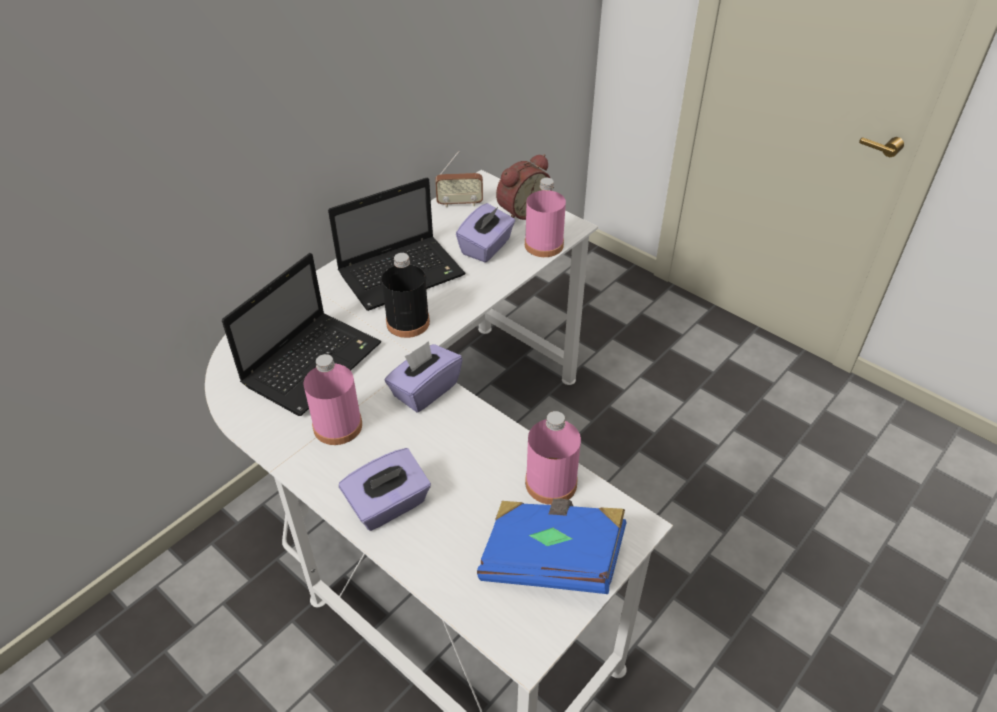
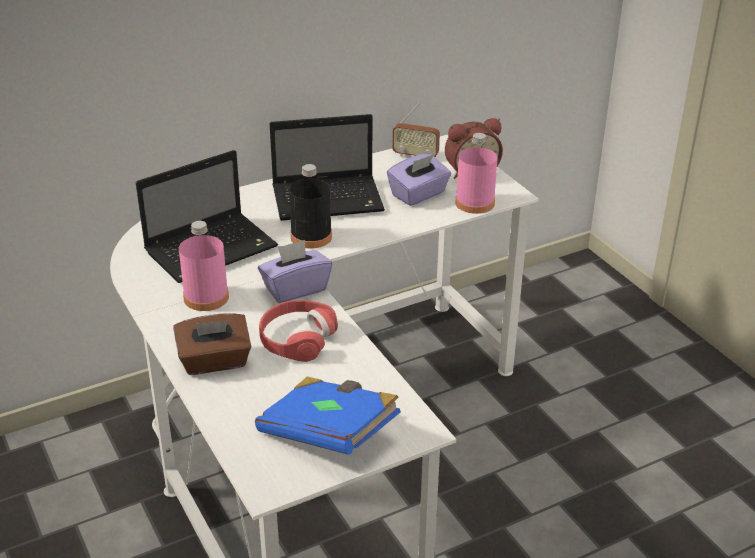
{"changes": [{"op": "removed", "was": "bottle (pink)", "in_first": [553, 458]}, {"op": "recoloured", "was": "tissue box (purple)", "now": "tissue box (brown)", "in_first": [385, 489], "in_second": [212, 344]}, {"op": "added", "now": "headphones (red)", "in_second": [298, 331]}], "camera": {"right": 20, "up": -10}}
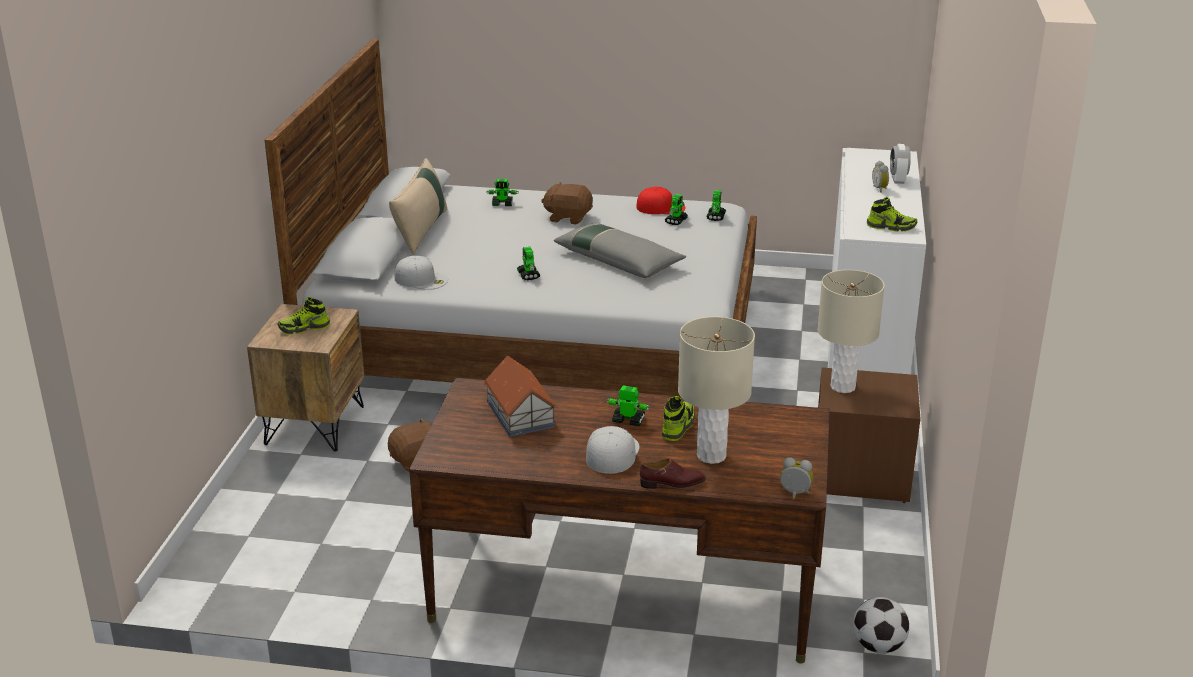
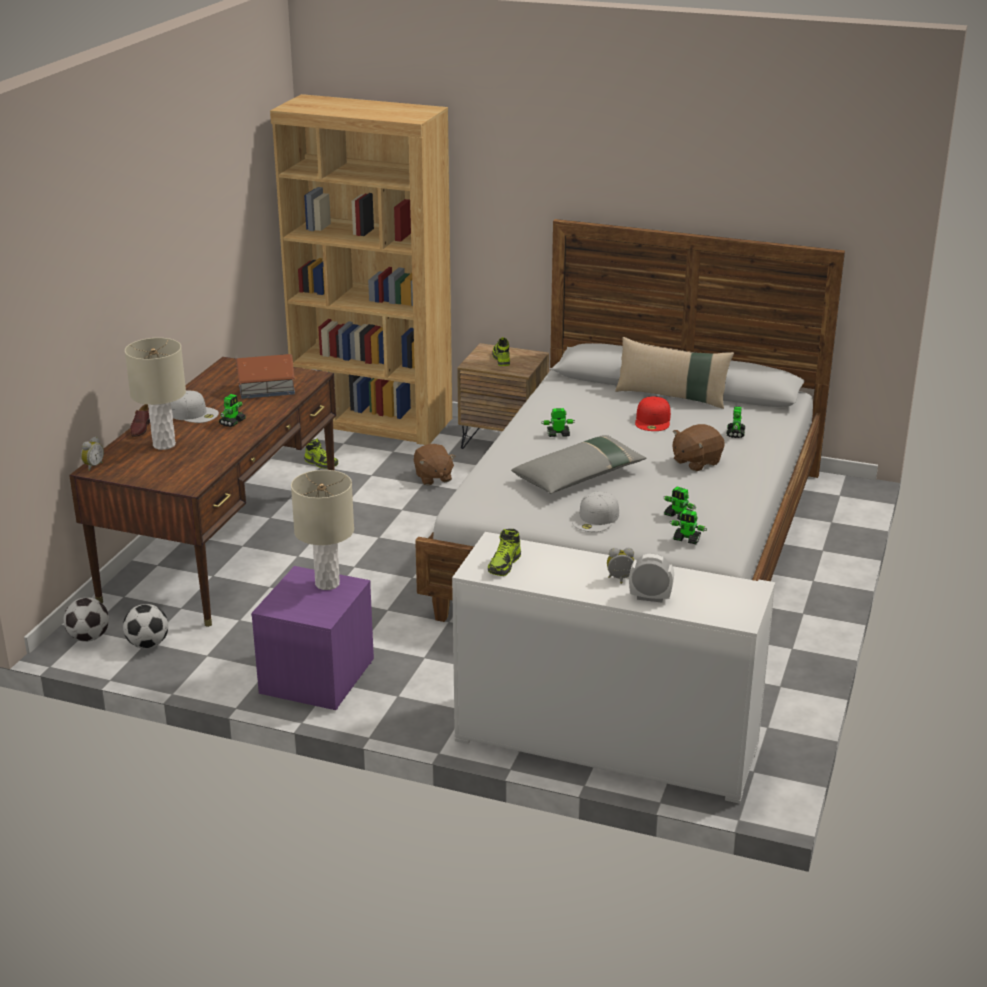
{"changes": [{"op": "turned", "was": "plush toy (brown)", "in_first": [567, 203], "in_second": [699, 447], "clockwise": -150}, {"op": "moved", "was": "cap (red)", "in_first": [661, 200], "in_second": [653, 413]}, {"op": "moved", "was": "cap (white)", "in_first": [421, 273], "in_second": [595, 511]}, {"op": "recoloured", "was": "nightstand (brown)", "now": "nightstand (purple)", "in_first": [869, 435], "in_second": [312, 638]}, {"op": "moved", "was": "shoe", "in_first": [678, 418], "in_second": [321, 453]}, {"op": "added", "now": "bookcase (brown)", "in_second": [361, 269]}, {"op": "added", "now": "football", "in_second": [145, 626]}], "camera": {"right": 100, "up": 0}}
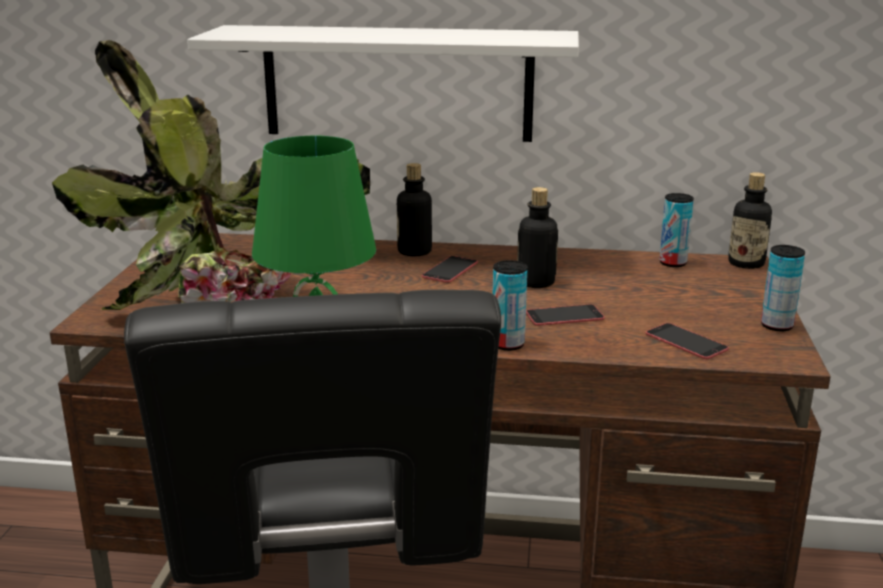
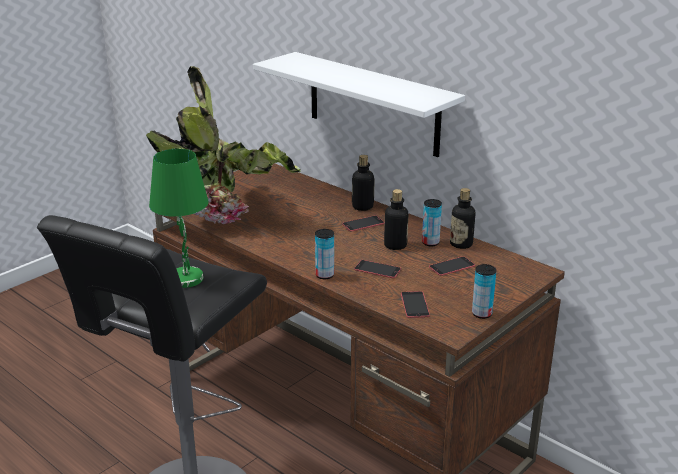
{"changes": [{"op": "moved", "was": "bottle", "in_first": [750, 220], "in_second": [462, 218]}, {"op": "moved", "was": "can", "in_first": [676, 230], "in_second": [432, 222]}, {"op": "added", "now": "phone", "in_second": [452, 266]}], "camera": {"right": 35, "up": 5}}
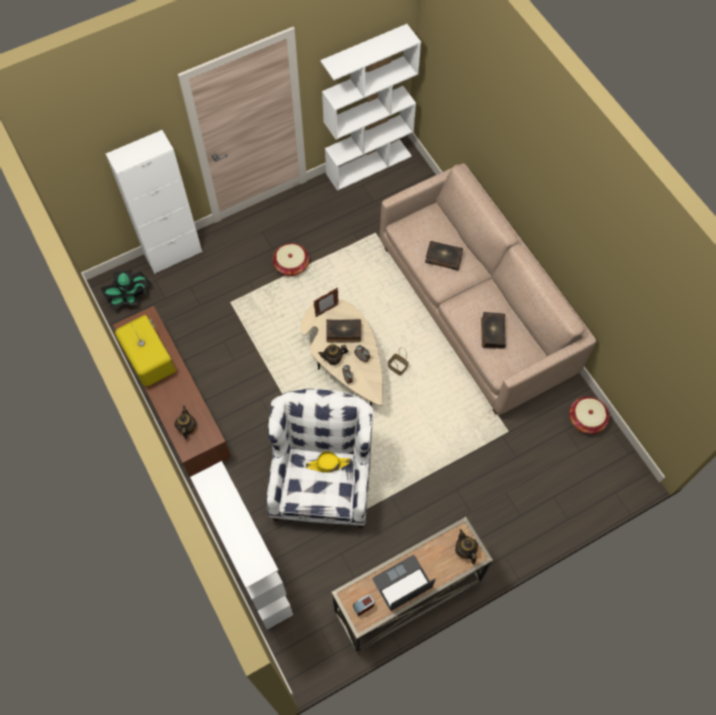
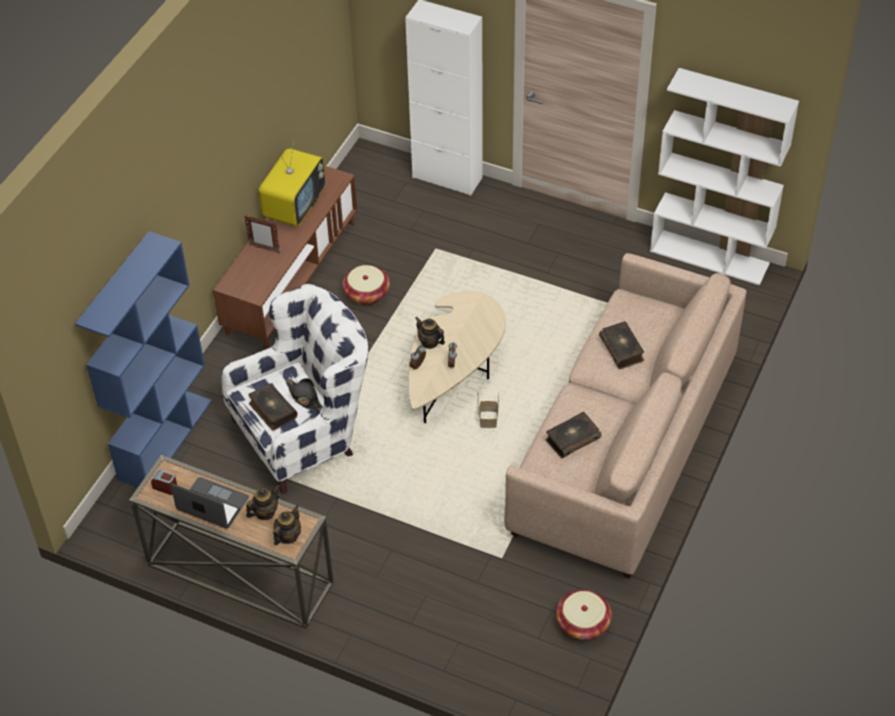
{"changes": [{"op": "moved", "was": "basket", "in_first": [291, 259], "in_second": [366, 285]}, {"op": "removed", "was": "potted plant", "in_first": [126, 290]}, {"op": "moved", "was": "picture frame", "in_first": [326, 302], "in_second": [262, 234]}, {"op": "moved", "was": "book", "in_first": [343, 331], "in_second": [273, 407]}, {"op": "moved", "was": "teapot", "in_first": [185, 422], "in_second": [263, 502]}, {"op": "recoloured", "was": "hat (yellow)", "now": "hat (black)", "in_first": [328, 462], "in_second": [304, 394]}, {"op": "recoloured", "was": "bookcase (white)", "now": "bookcase (blue)", "in_first": [241, 545], "in_second": [143, 359]}], "camera": {"right": 55, "up": -15}}
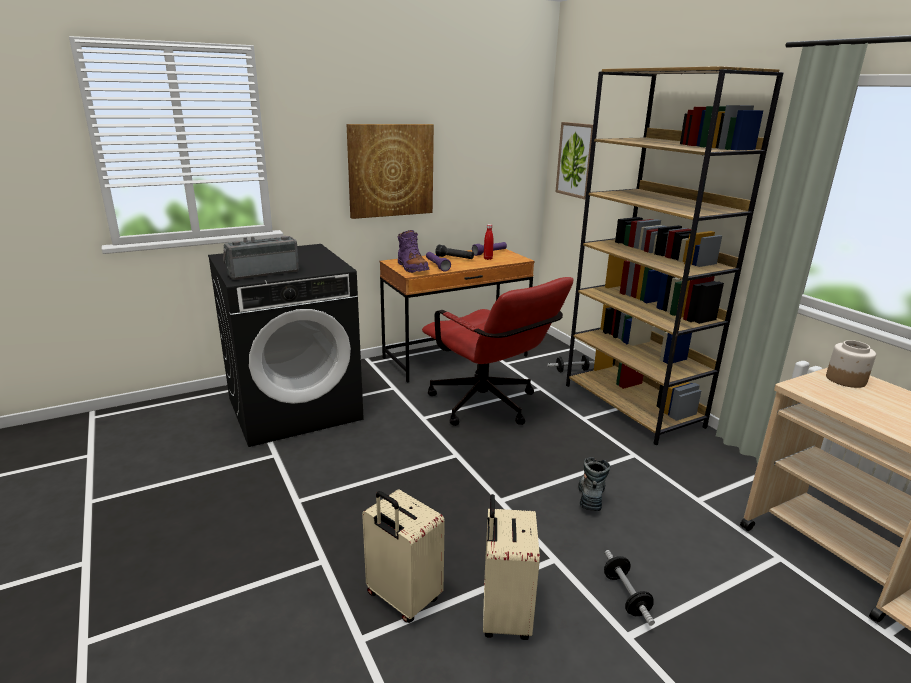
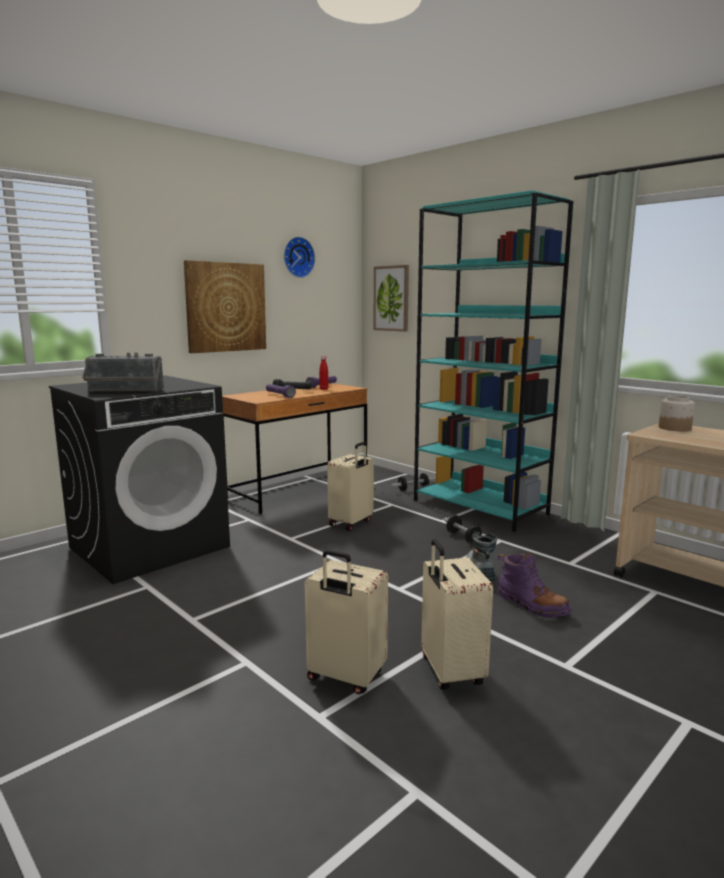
{"changes": [{"op": "recoloured", "was": "bookcase (brown)", "now": "bookcase (turquoise)", "in_first": [675, 255], "in_second": [493, 361]}, {"op": "moved", "was": "boot (purple)", "in_first": [413, 251], "in_second": [534, 585]}, {"op": "turned", "was": "radio", "in_first": [261, 258], "in_second": [123, 372], "clockwise": -135}, {"op": "replaced", "was": "office chair (red)", "now": "suitcase (beige)", "in_first": [497, 351], "in_second": [350, 486]}, {"op": "moved", "was": "dumbbell", "in_first": [629, 588], "in_second": [463, 529]}, {"op": "added", "now": "wall clock", "in_second": [299, 257]}], "camera": {"right": -15, "up": -10}}
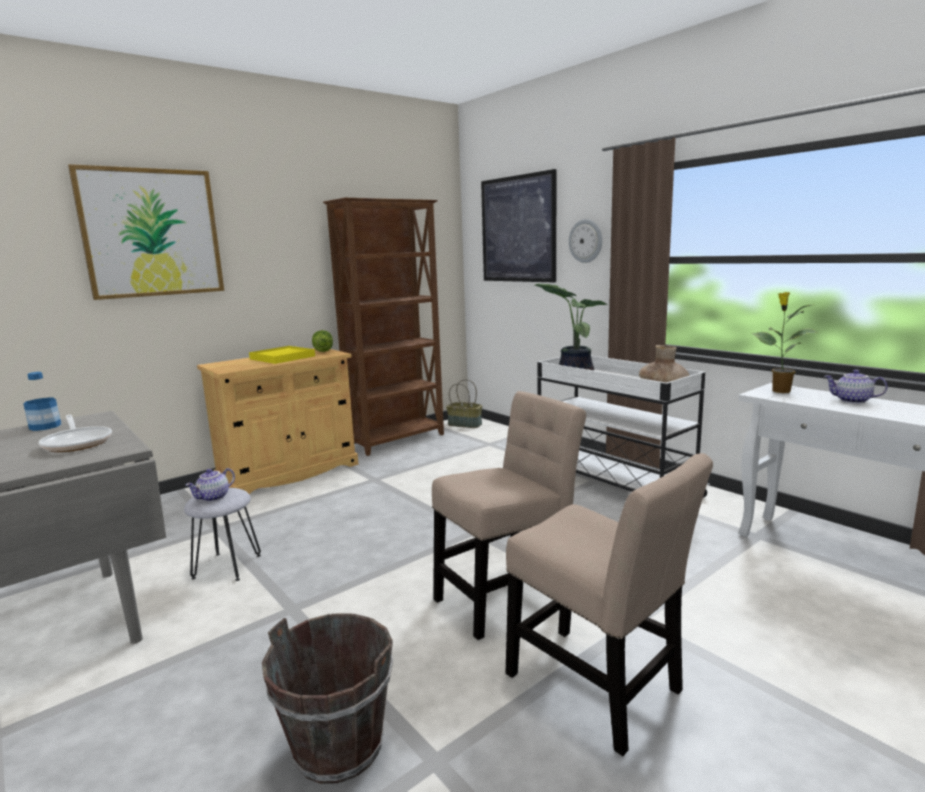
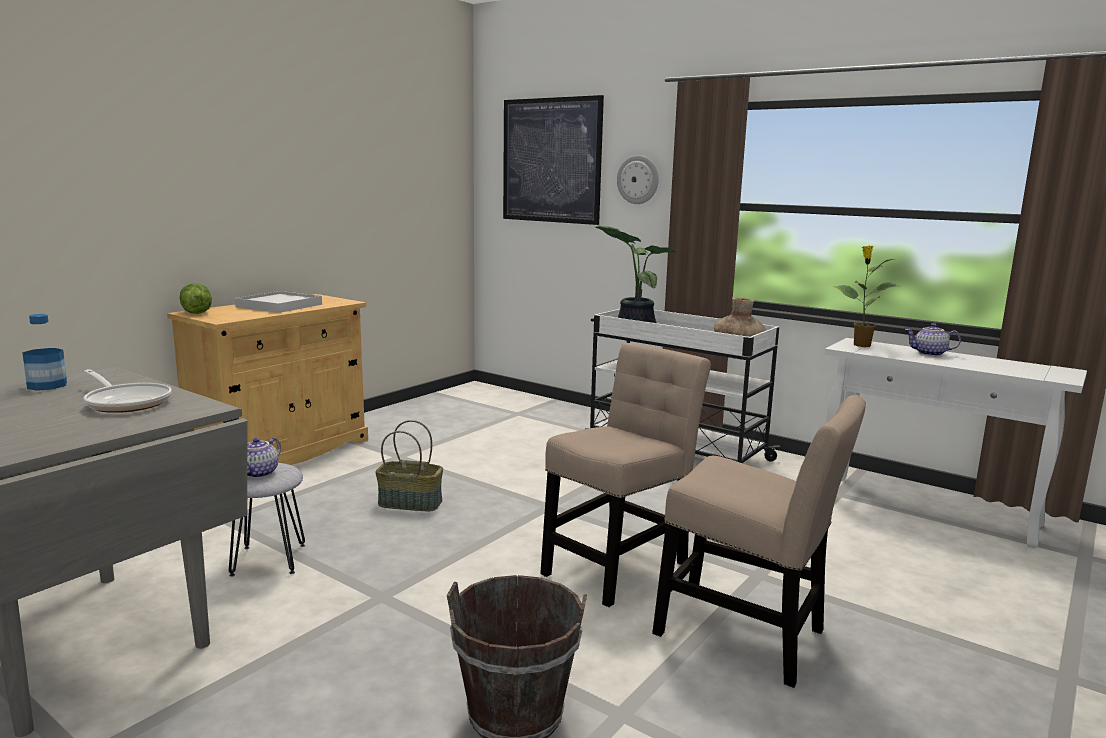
{"changes": [{"op": "removed", "was": "picture", "in_first": [146, 232]}, {"op": "removed", "was": "bookcase (brown)", "in_first": [383, 327]}, {"op": "moved", "was": "lettuce", "in_first": [322, 341], "in_second": [196, 298]}, {"op": "recoloured", "was": "tray (yellow)", "now": "tray (white)", "in_first": [282, 355], "in_second": [278, 302]}, {"op": "moved", "was": "basket", "in_first": [464, 403], "in_second": [409, 465]}], "camera": {"right": -15, "up": 0}}
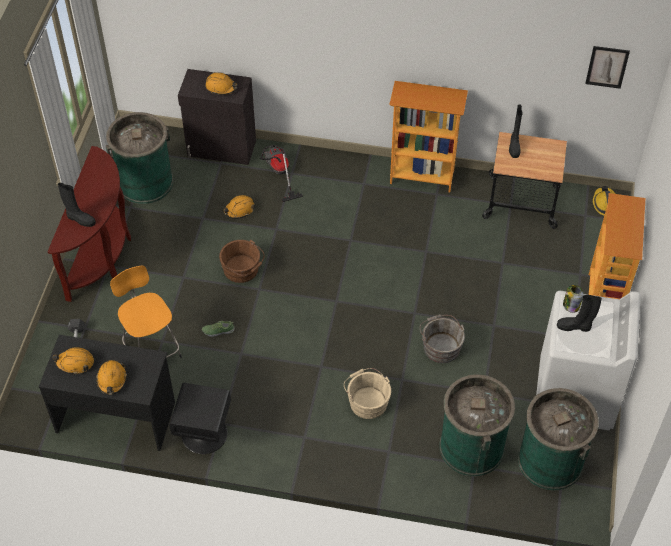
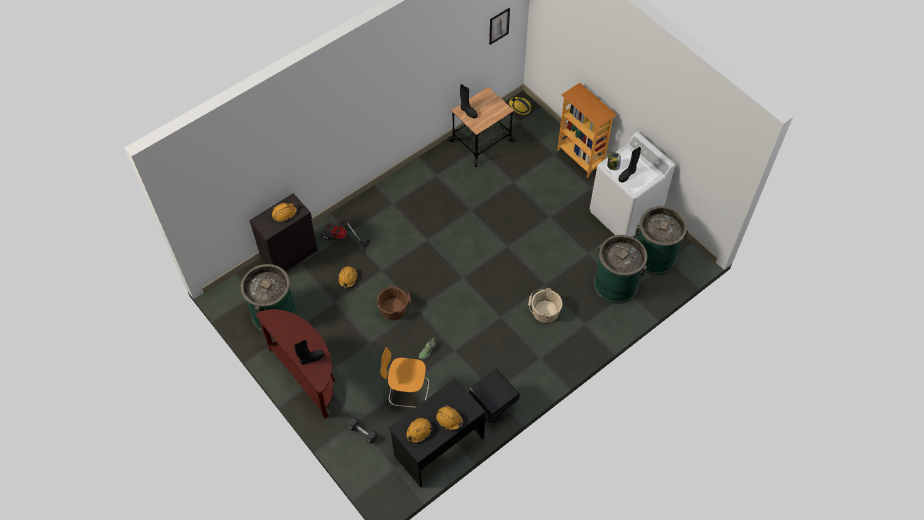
{"changes": [{"op": "removed", "was": "bookcase", "in_first": [428, 136]}, {"op": "removed", "was": "bucket (grey)", "in_first": [442, 338]}], "camera": {"right": -50, "up": 5}}
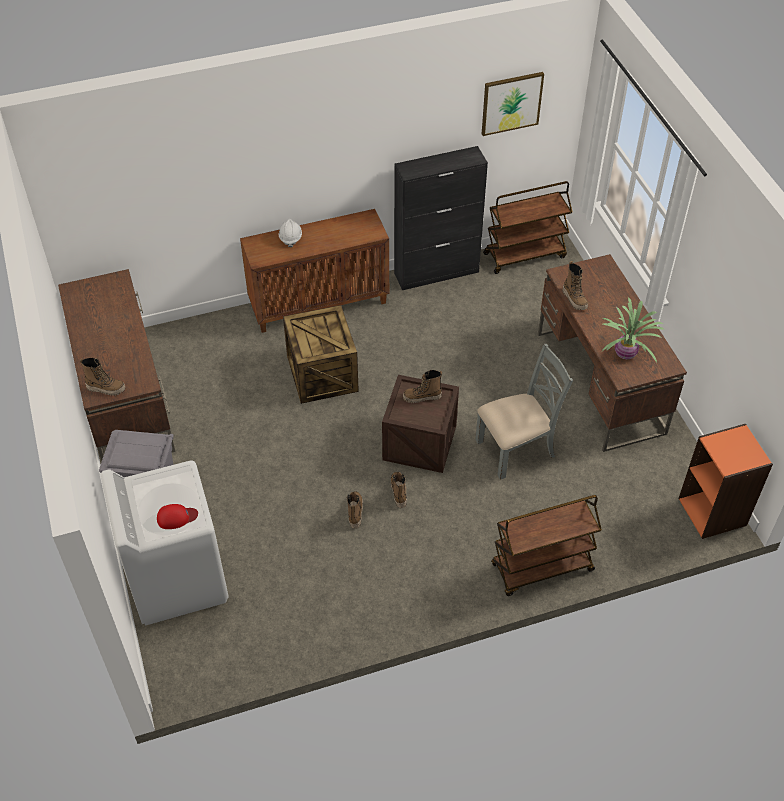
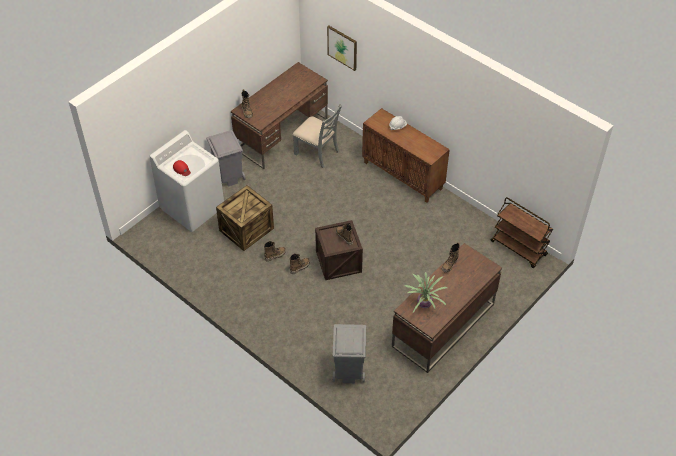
{"changes": [{"op": "moved", "was": "picture", "in_first": [513, 104], "in_second": [342, 48]}, {"op": "removed", "was": "cabinet (black)", "in_first": [441, 218]}, {"op": "moved", "was": "crate", "in_first": [321, 354], "in_second": [245, 218]}, {"op": "moved", "was": "chair (grey)", "in_first": [524, 412], "in_second": [317, 136]}, {"op": "removed", "was": "bookcase (orange)", "in_first": [725, 481]}, {"op": "removed", "was": "cart (brown)", "in_first": [546, 545]}, {"op": "added", "now": "trash can (grey)", "in_second": [349, 353]}], "camera": {"right": 60, "up": 0}}
